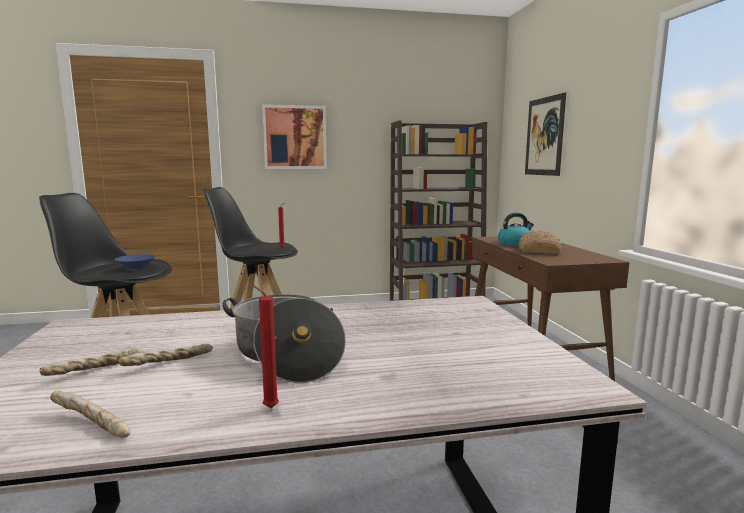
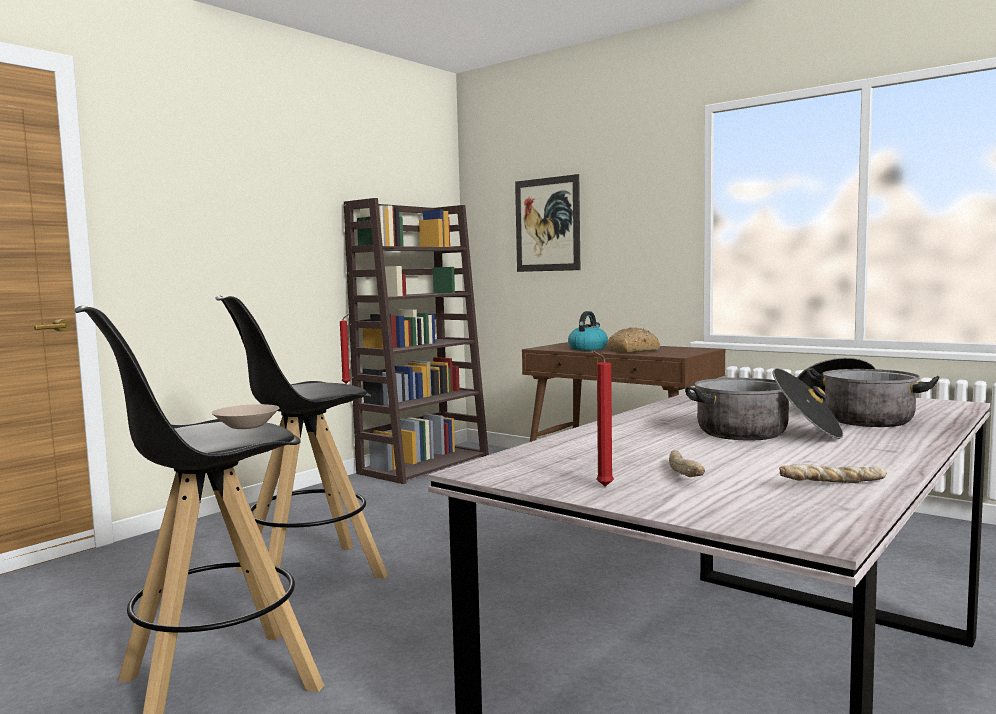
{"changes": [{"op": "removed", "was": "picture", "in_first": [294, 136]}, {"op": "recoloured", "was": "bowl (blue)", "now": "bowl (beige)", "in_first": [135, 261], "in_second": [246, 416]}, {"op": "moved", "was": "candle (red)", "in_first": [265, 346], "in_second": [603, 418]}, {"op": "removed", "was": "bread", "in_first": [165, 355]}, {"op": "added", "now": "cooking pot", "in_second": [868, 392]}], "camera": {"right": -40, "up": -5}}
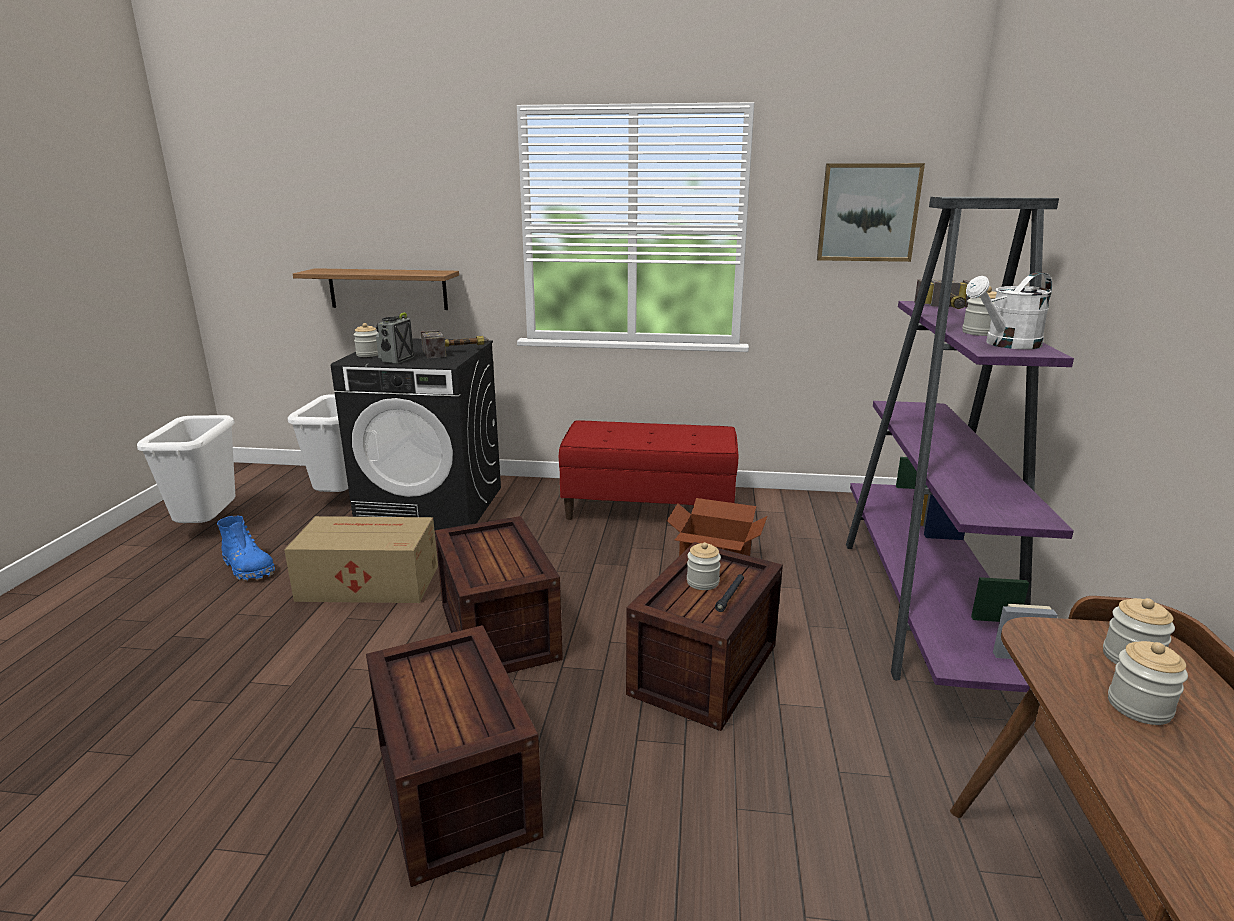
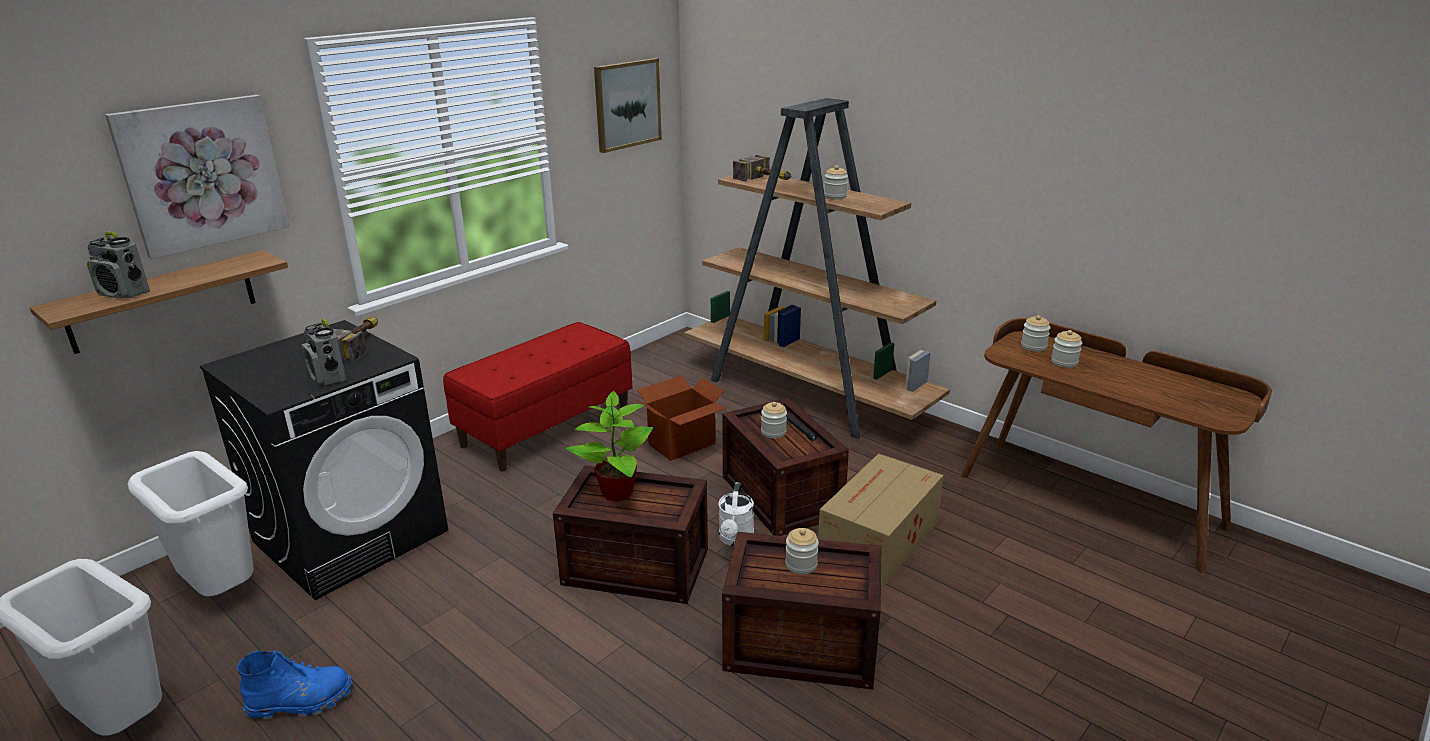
{"changes": [{"op": "recoloured", "was": "bookcase (purple)", "now": "bookcase (brown)", "in_first": [960, 444], "in_second": [817, 268]}, {"op": "moved", "was": "watering can (white)", "in_first": [1009, 310], "in_second": [736, 514]}, {"op": "moved", "was": "jar", "in_first": [365, 340], "in_second": [802, 551]}, {"op": "moved", "was": "cardboard box", "in_first": [361, 559], "in_second": [881, 519]}, {"op": "added", "now": "picture", "in_second": [197, 177]}, {"op": "added", "now": "radio", "in_second": [118, 265]}, {"op": "added", "now": "potted plant", "in_second": [609, 446]}], "camera": {"right": -55, "up": 5}}
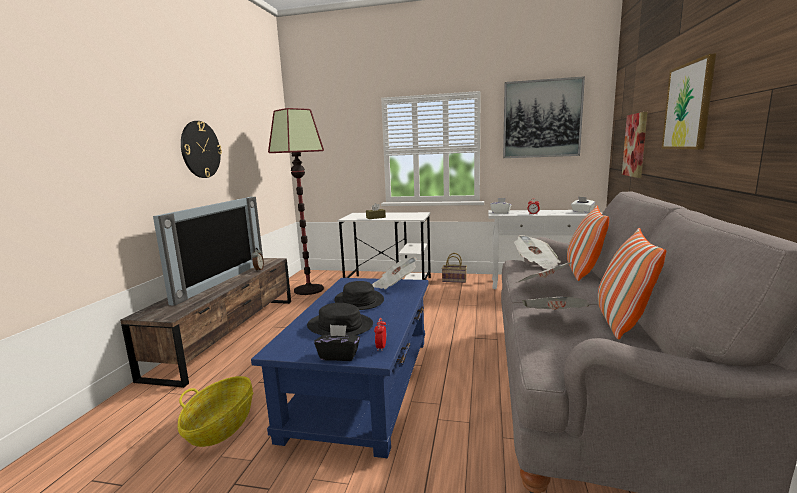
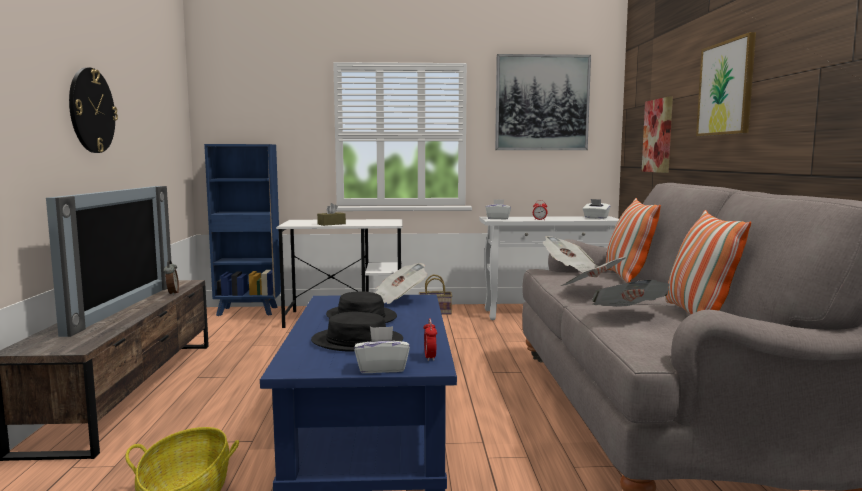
{"changes": [{"op": "removed", "was": "floor lamp", "in_first": [296, 201]}, {"op": "recoloured", "was": "tissue box (black)", "now": "tissue box (white)", "in_first": [337, 343], "in_second": [382, 349]}, {"op": "added", "now": "bookcase (blue)", "in_second": [242, 230]}], "camera": {"right": -15, "up": -5}}
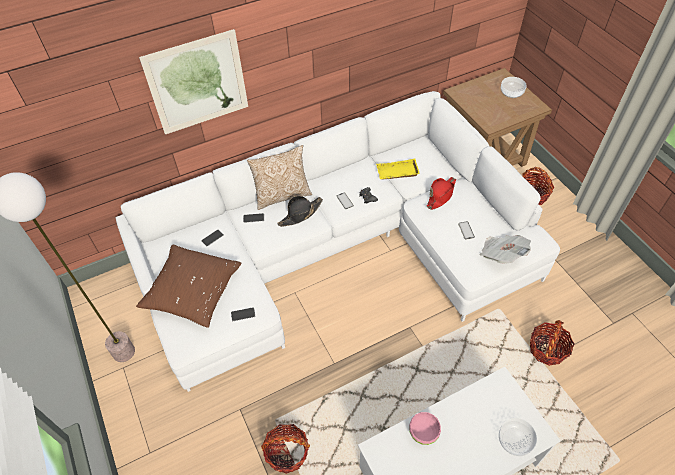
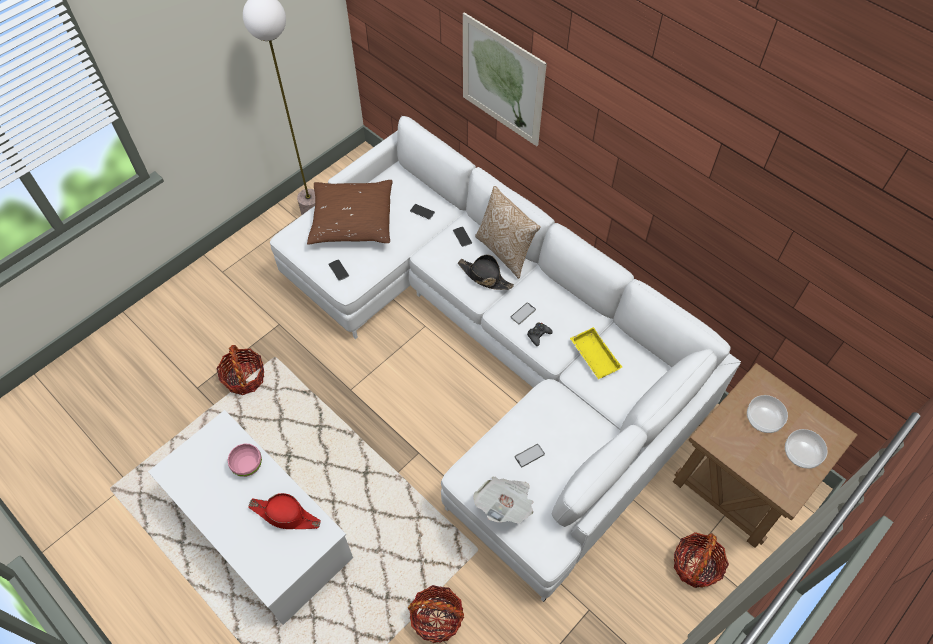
{"changes": [{"op": "moved", "was": "hat (red)", "in_first": [441, 193], "in_second": [284, 511]}, {"op": "moved", "was": "bowl", "in_first": [518, 437], "in_second": [767, 414]}], "camera": {"right": 70, "up": 5}}
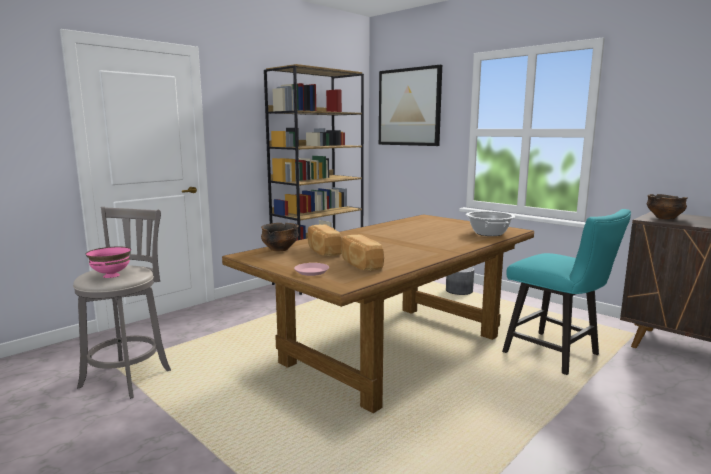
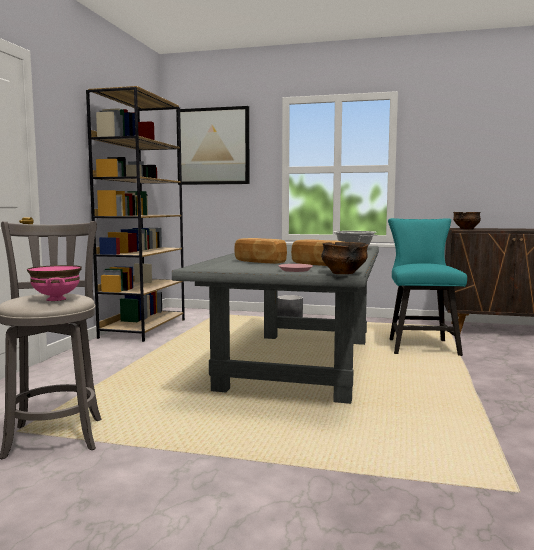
{"changes": [{"op": "turned", "was": "chair (turquoise)", "in_first": [566, 292], "in_second": [427, 287], "clockwise": -105}, {"op": "recoloured", "was": "dining table (brown)", "now": "dining table (grey)", "in_first": [378, 313], "in_second": [275, 324]}, {"op": "moved", "was": "bowl", "in_first": [280, 237], "in_second": [344, 258]}], "camera": {"right": -30, "up": -5}}
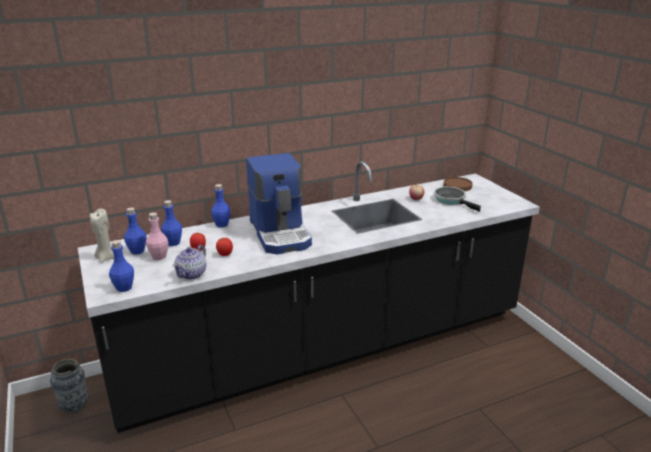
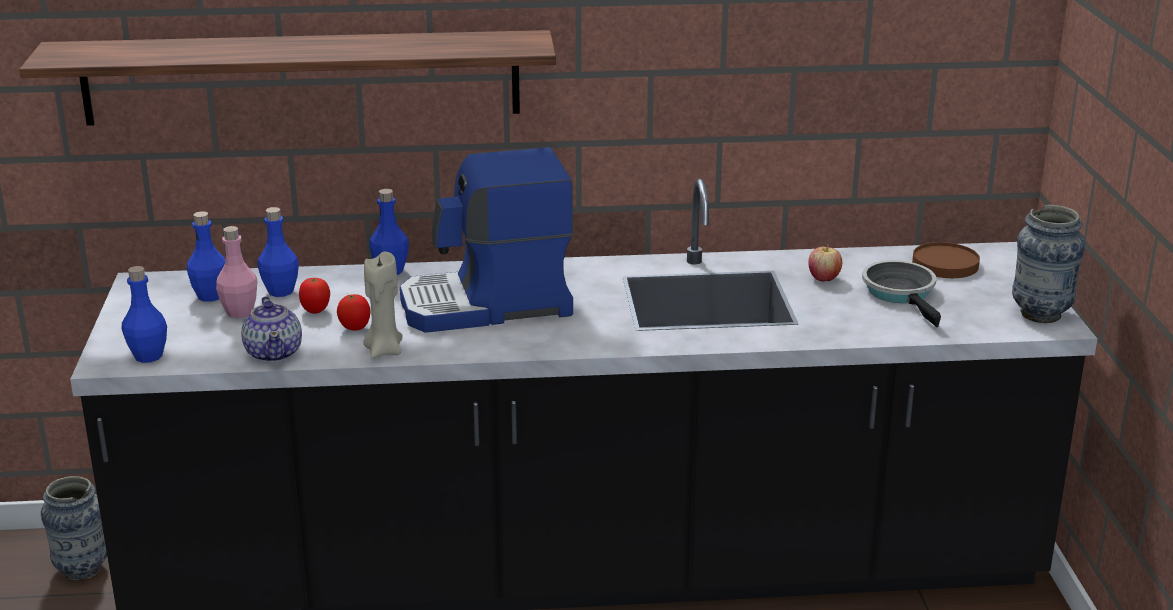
{"changes": [{"op": "turned", "was": "coffee machine", "in_first": [279, 203], "in_second": [487, 240], "clockwise": 75}, {"op": "moved", "was": "candle (beige)", "in_first": [102, 236], "in_second": [383, 305]}, {"op": "turned", "was": "teapot", "in_first": [189, 262], "in_second": [271, 329], "clockwise": -60}, {"op": "added", "now": "shelf", "in_second": [287, 78]}, {"op": "added", "now": "vase", "in_second": [1049, 264]}], "camera": {"right": 20, "up": 0}}
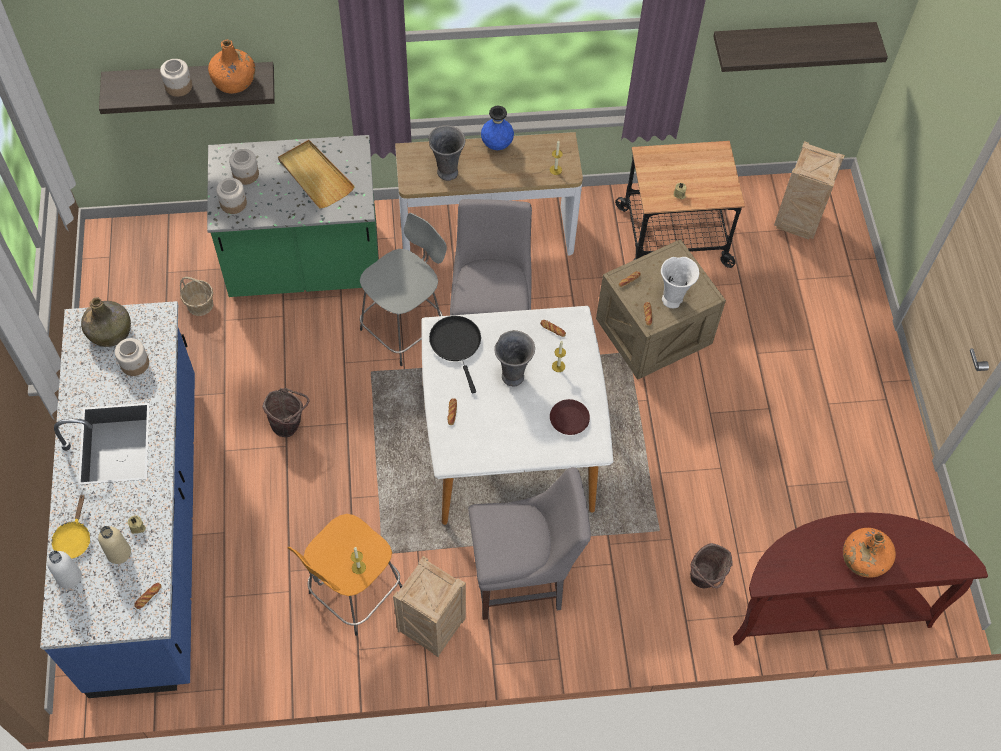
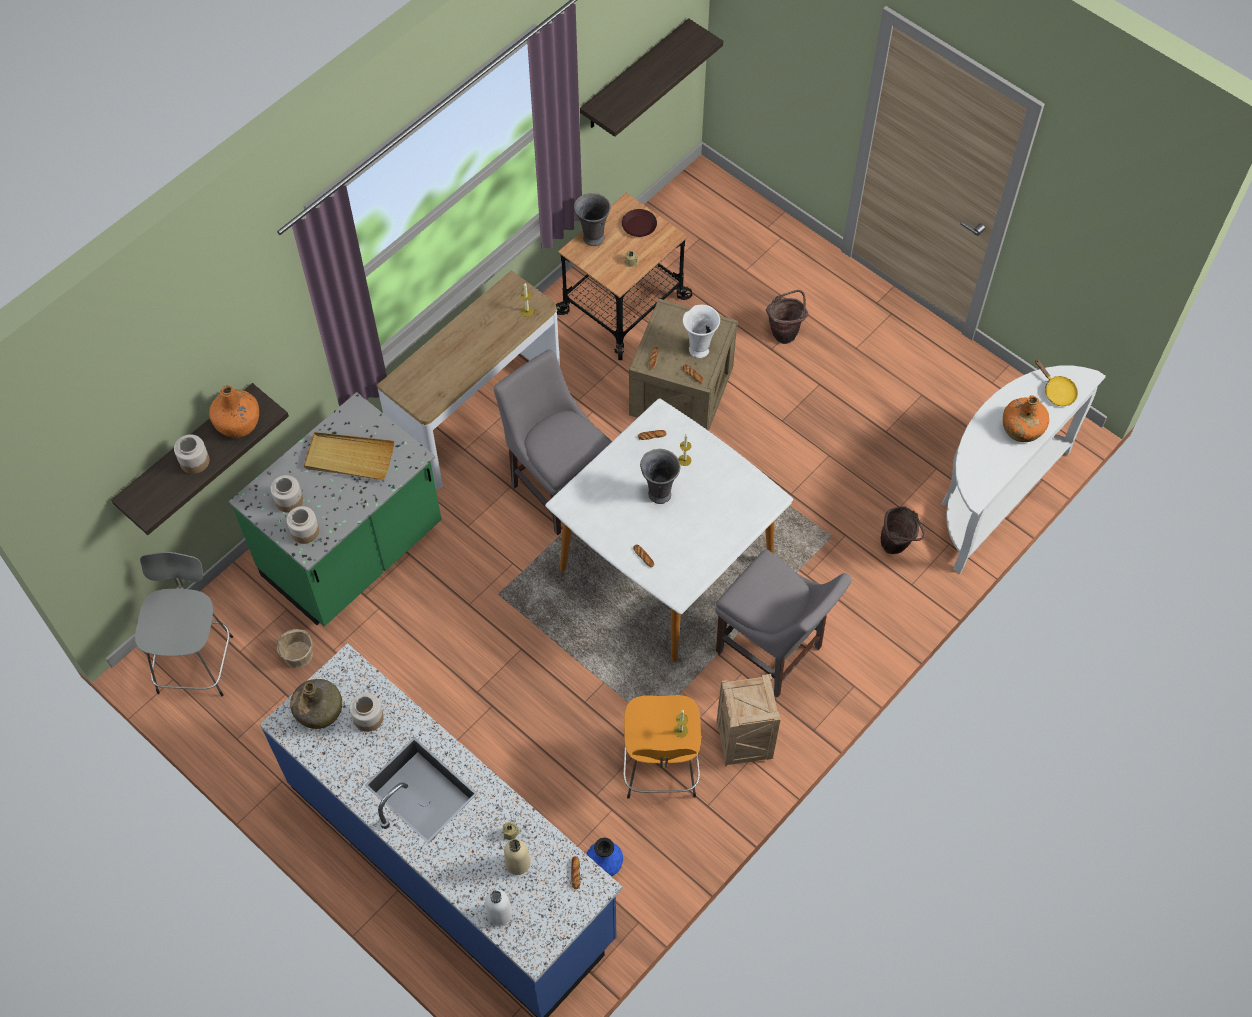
{"changes": [{"op": "moved", "was": "vase (blue)", "in_first": [497, 128], "in_second": [605, 857]}, {"op": "moved", "was": "vase (grey)", "in_first": [447, 153], "in_second": [592, 219]}, {"op": "removed", "was": "crate", "in_first": [809, 190]}, {"op": "moved", "was": "stool (grey)", "in_first": [403, 289], "in_second": [184, 624]}, {"op": "removed", "was": "frying pan (black)", "in_first": [455, 354]}, {"op": "moved", "was": "bucket (brown)", "in_first": [286, 412], "in_second": [787, 317]}, {"op": "moved", "was": "plate (brown)", "in_first": [570, 417], "in_second": [639, 223]}, {"op": "turned", "was": "chair (grey)", "in_first": [529, 543], "in_second": [783, 623], "clockwise": 90}, {"op": "moved", "was": "frying pan (yellow)", "in_first": [71, 527], "in_second": [1056, 382]}, {"op": "recoloured", "was": "console table (brown)", "now": "console table (white)", "in_first": [860, 578], "in_second": [1023, 469]}], "camera": {"right": -40, "up": 0}}
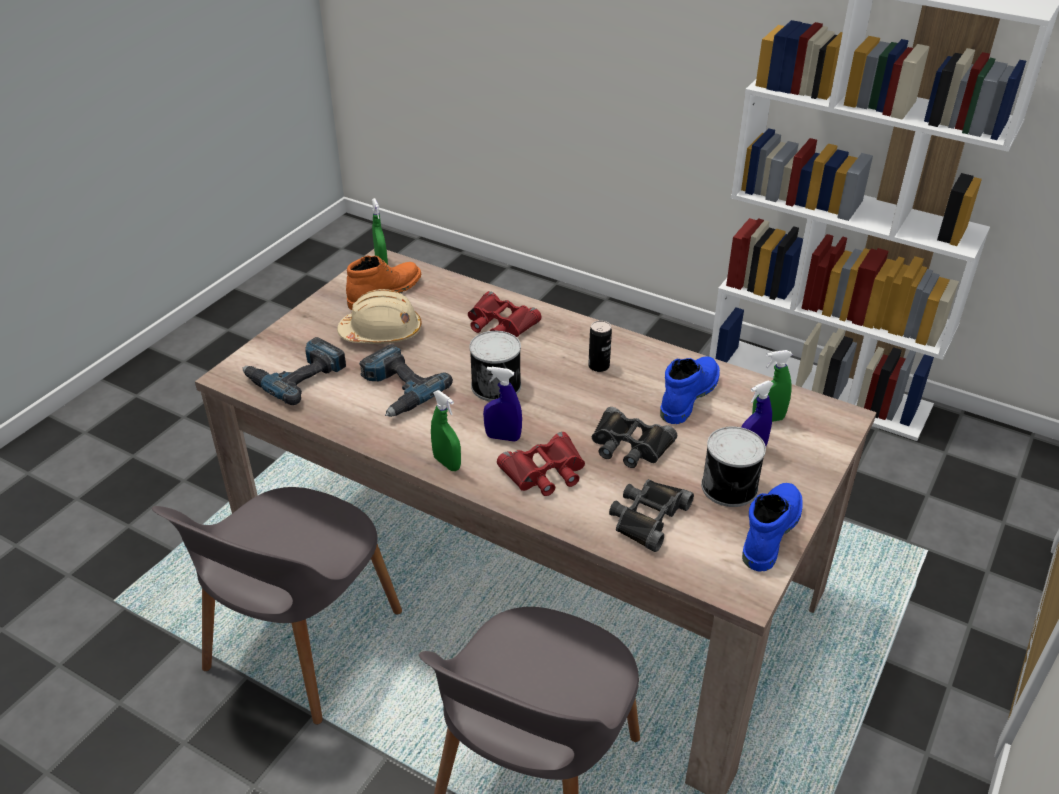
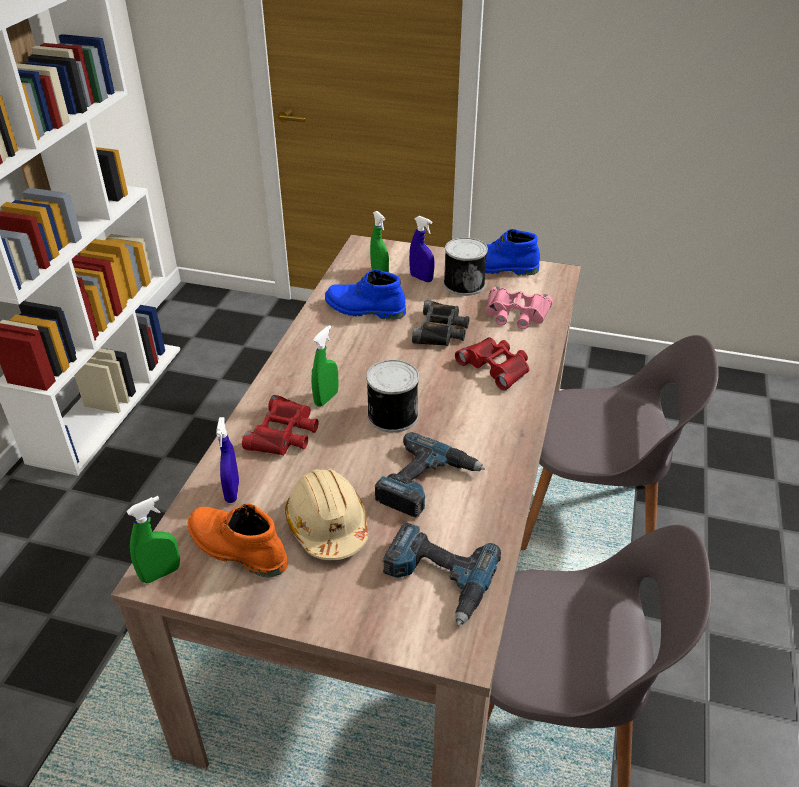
{"changes": [{"op": "removed", "was": "can", "in_first": [600, 346]}, {"op": "moved", "was": "spray bottle (blue)", "in_first": [502, 404], "in_second": [227, 460]}, {"op": "moved", "was": "spray bottle (green)", "in_first": [446, 430], "in_second": [324, 366]}, {"op": "recoloured", "was": "binoculars (black)", "now": "binoculars (pink)", "in_first": [651, 515], "in_second": [519, 307]}], "camera": {"right": -105, "up": 0}}
